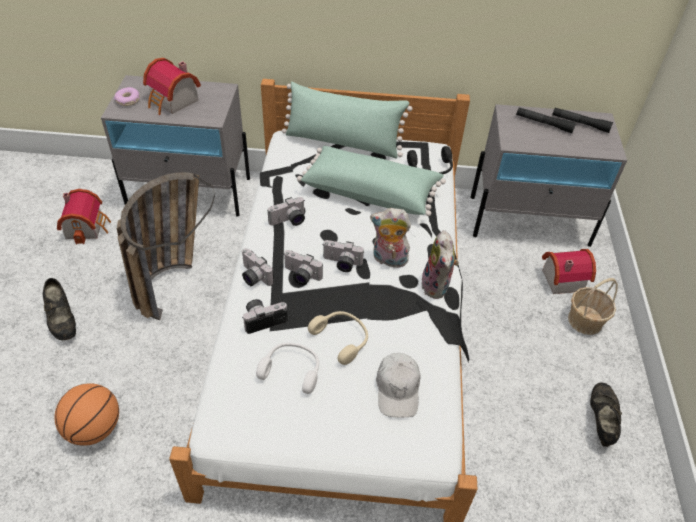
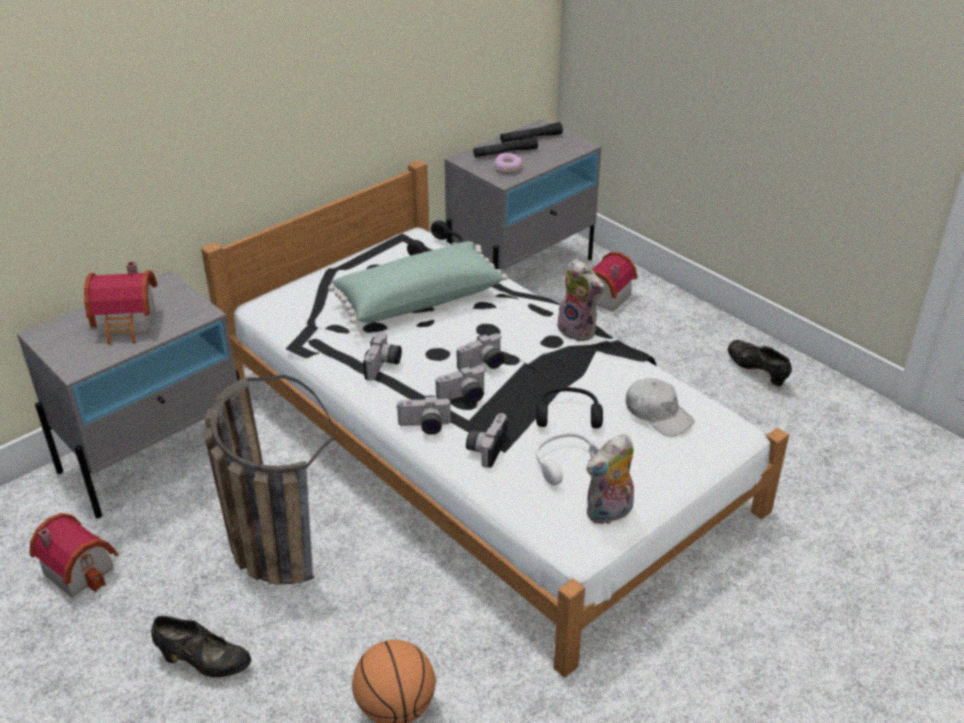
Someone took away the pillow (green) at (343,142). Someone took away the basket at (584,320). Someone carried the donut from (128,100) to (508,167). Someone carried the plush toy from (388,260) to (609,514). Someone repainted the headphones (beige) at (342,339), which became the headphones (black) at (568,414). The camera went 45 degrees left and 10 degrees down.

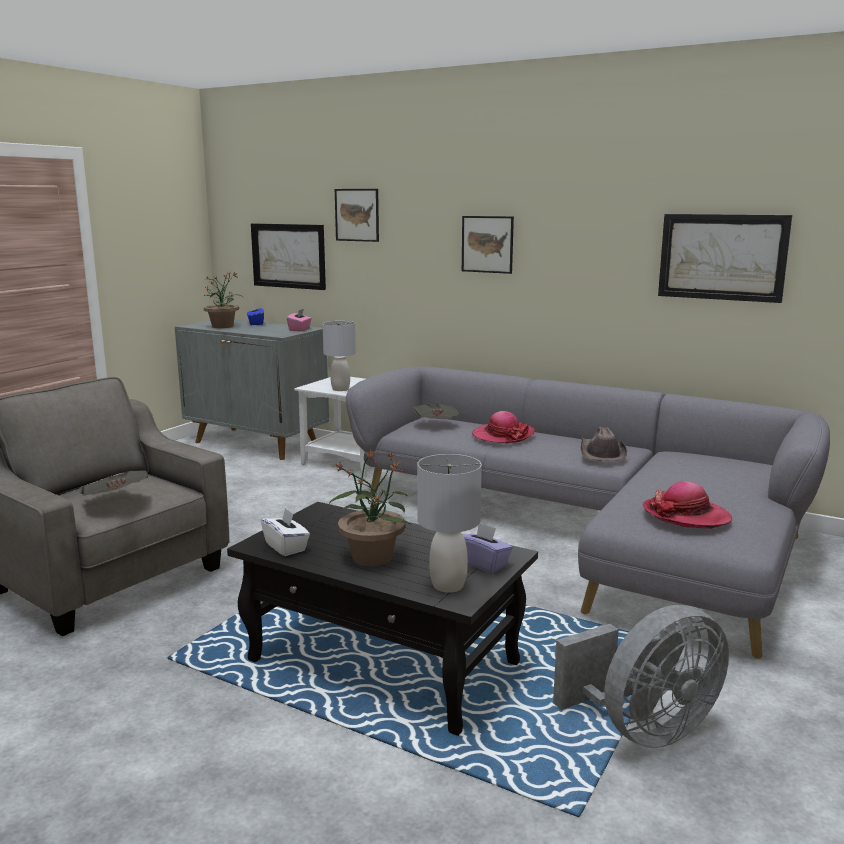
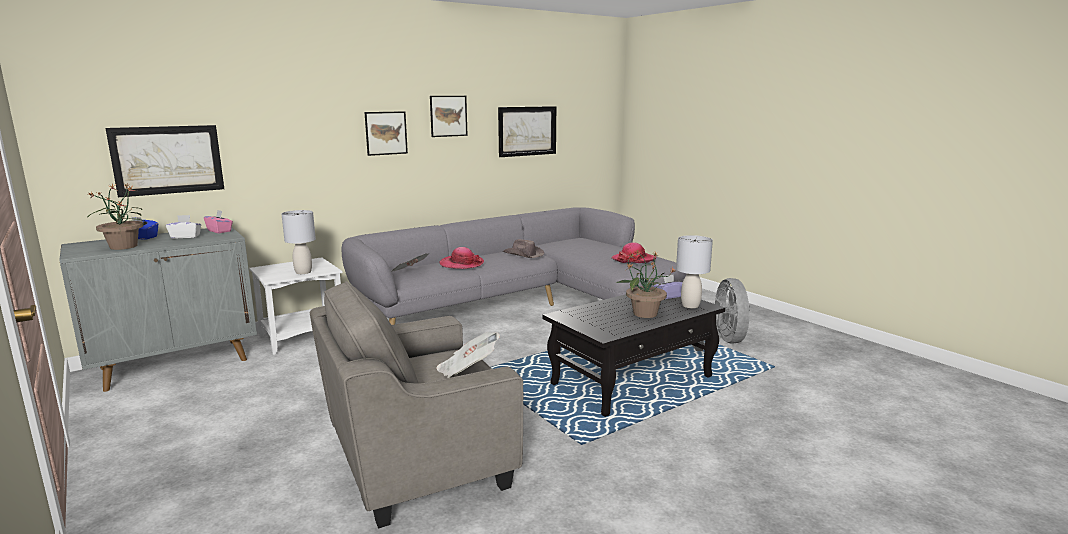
Someone carried the tissue box (white) from (286,547) to (185,237). Someone carried the picture from (357,215) to (448,116). The camera went 65 degrees left and 0 degrees up.

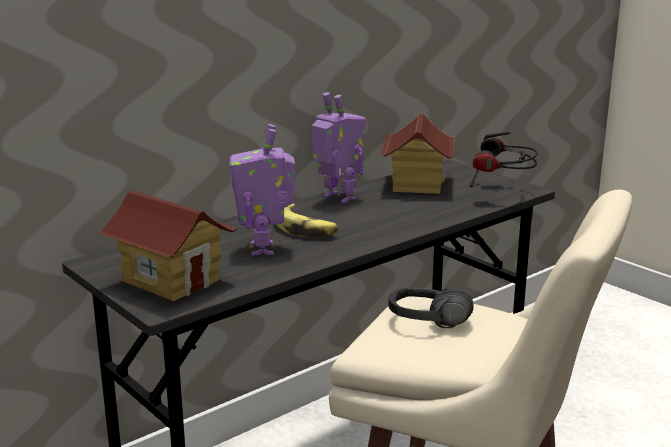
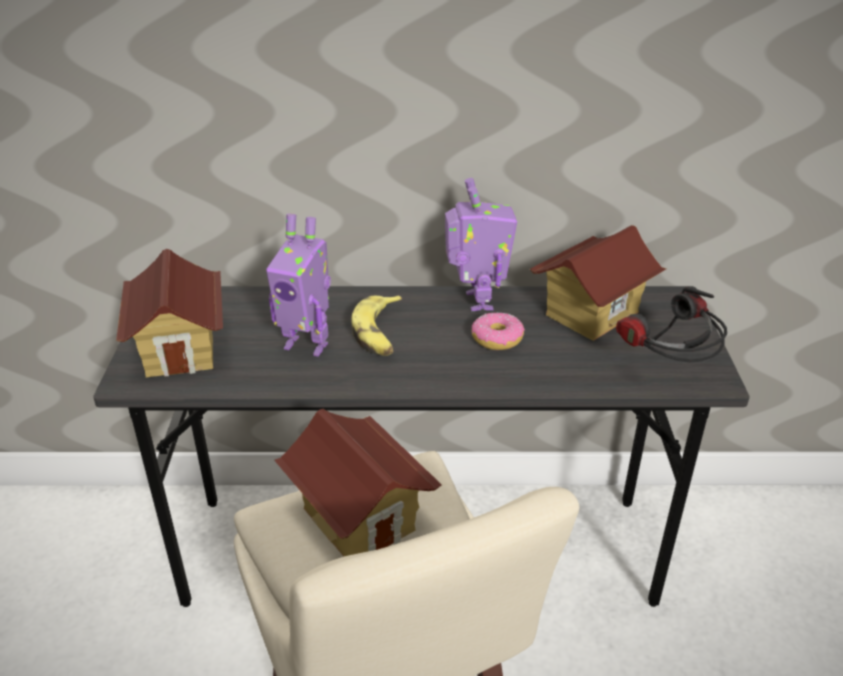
Someone put down the donut at (497,338). Someone swapped the headphones (black) at (428,326) for the toy house at (359,519). Someone rotated the toy robot at (264,248) by 105 degrees counterclockwise. The camera went 40 degrees right and 15 degrees up.

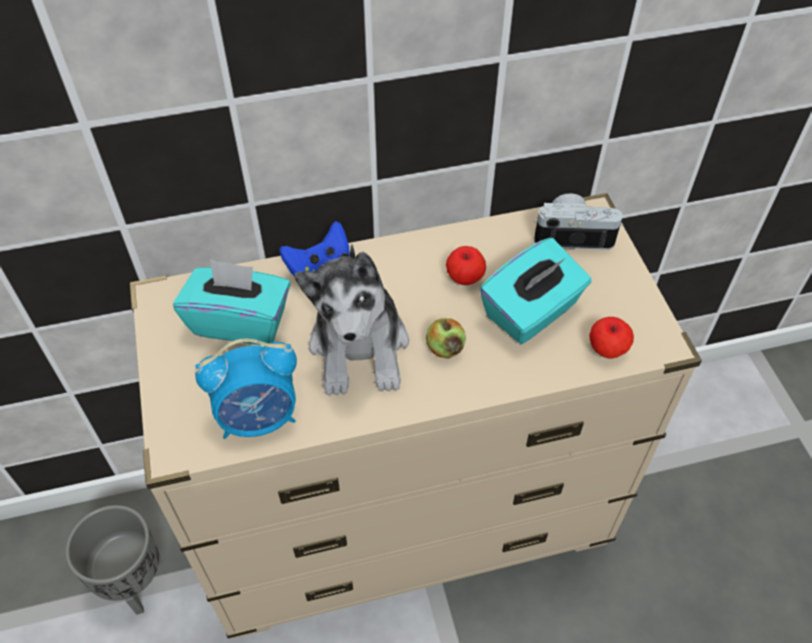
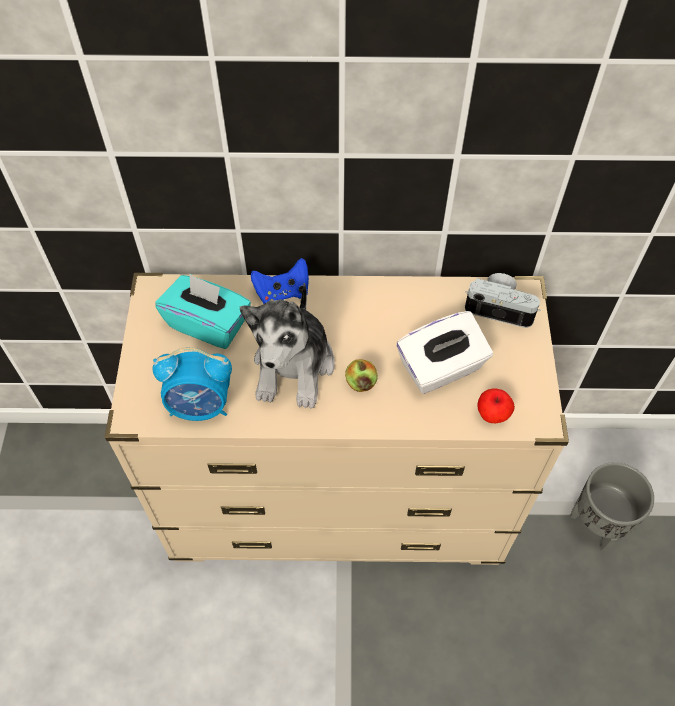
Someone took away the apple at (465,277). Someone carried the planter (grey) from (135,582) to (597,524). Someone repainted the tissue box (turquoise) at (531,312), which became the tissue box (white) at (441,368). The camera went 15 degrees right and 5 degrees up.

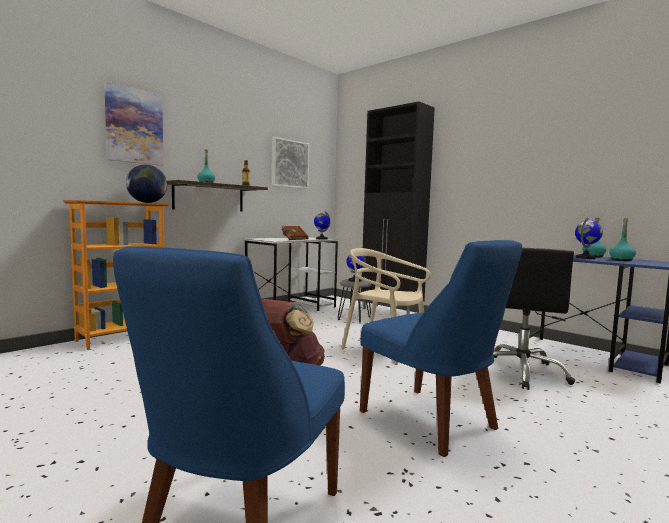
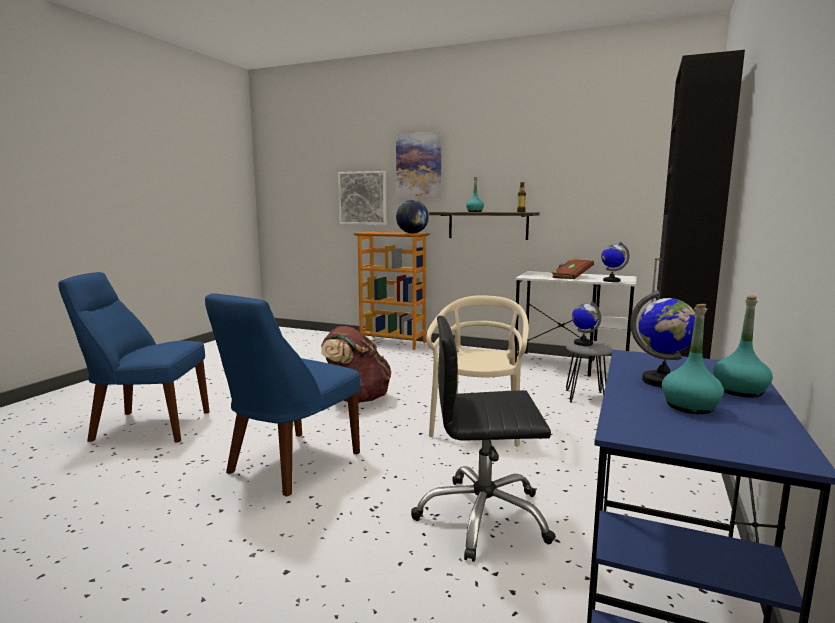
Someone carried the picture from (290,164) to (363,198). The camera went 70 degrees right and 5 degrees up.

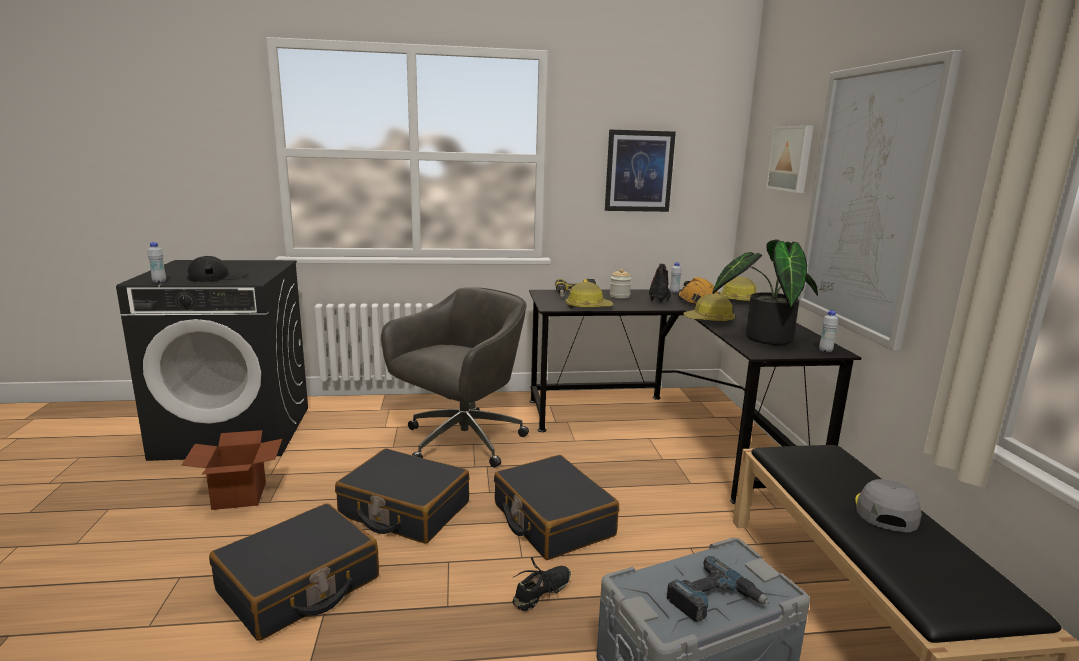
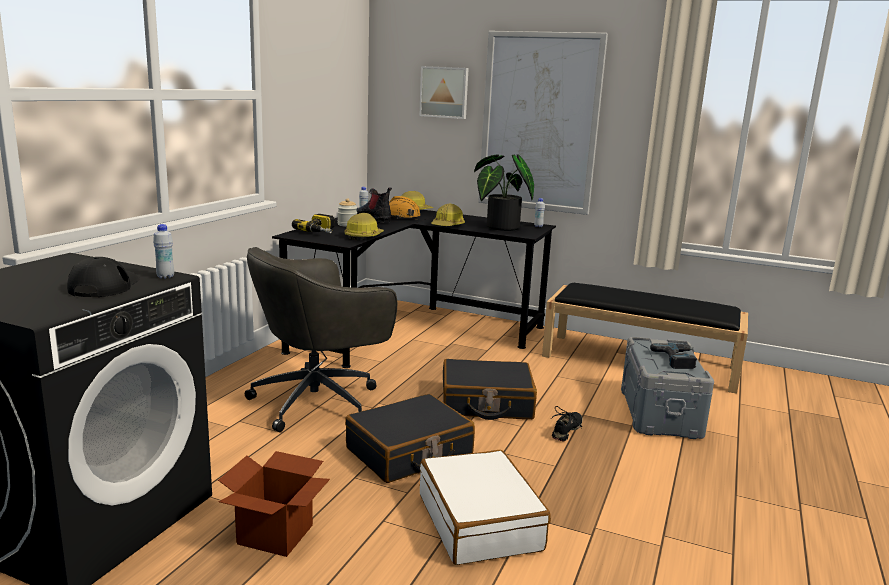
Someone took away the picture at (639,171). Someone took away the cap (grey) at (885,511). Someone carried the bottle (white) from (159,282) to (165,277). Someone repainted the suitcase (black) at (299,585), which became the suitcase (white) at (480,522). Someone rotated the office chair (grey) at (461,442) by 105 degrees counterclockwise. Someone rotated the shoe (black) at (542,593) by 45 degrees clockwise. The camera went 60 degrees left and 0 degrees up.

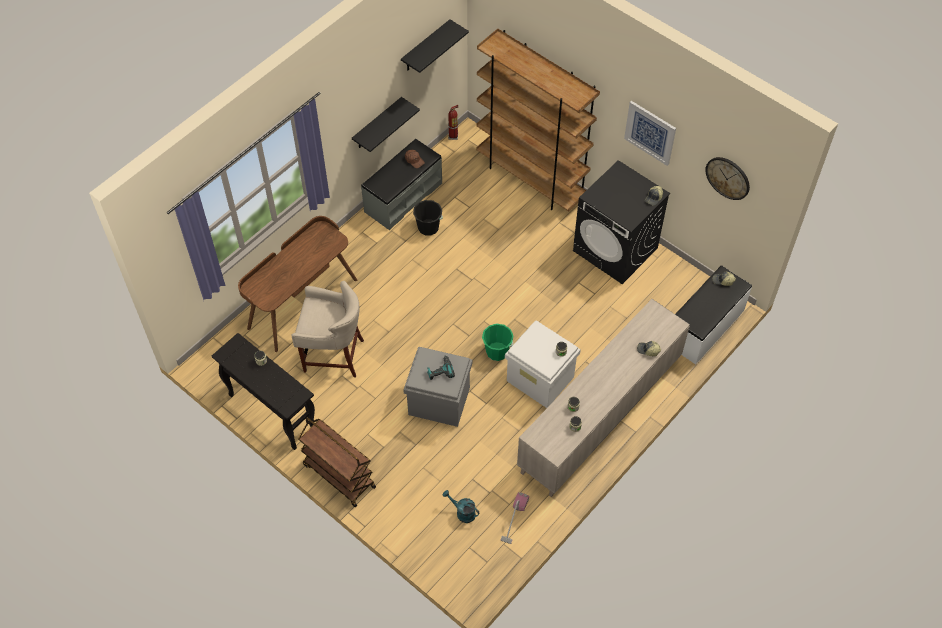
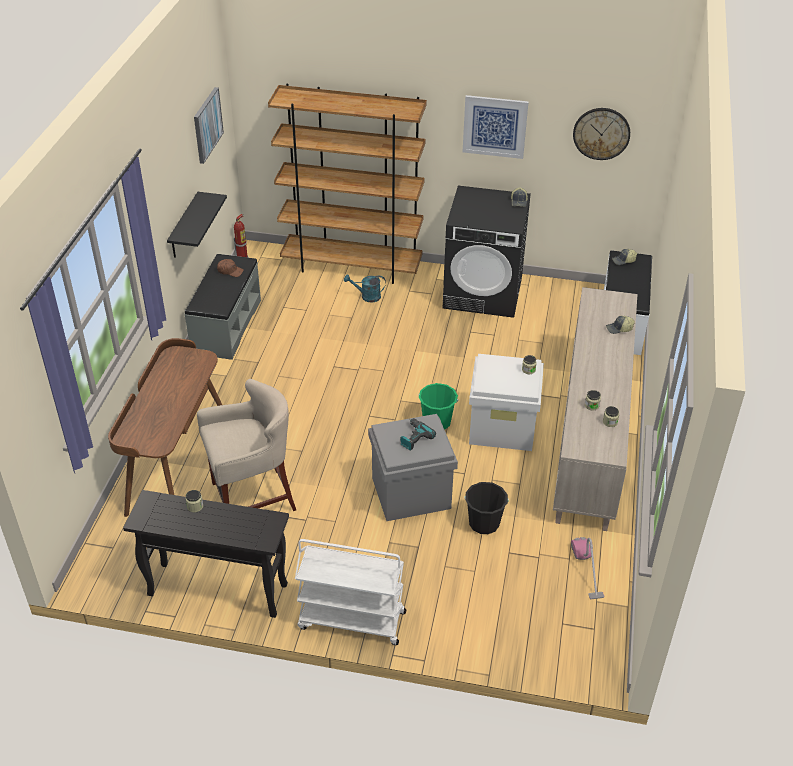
Someone carried the bucket (black) from (428,227) to (484,523). Someone carried the watering can (turquoise) from (462,512) to (367,296). Someone swapped the shelf (black) at (425,46) for the picture at (207,125). Someone repainted the cart (brown) at (338,476), which became the cart (white) at (351,620). The camera went 30 degrees left and 15 degrees down.

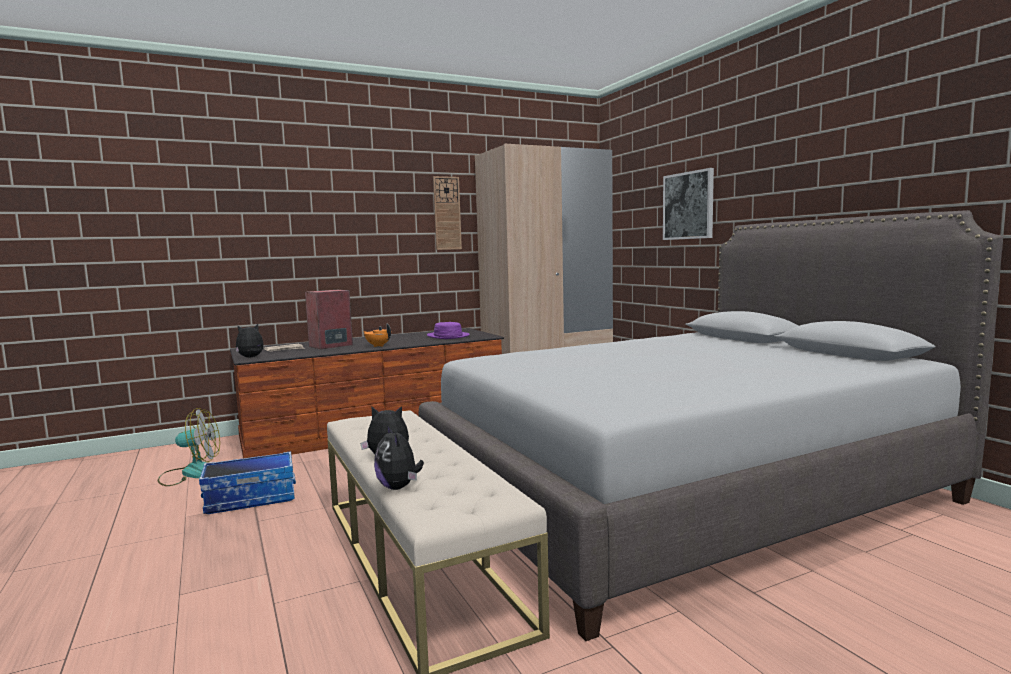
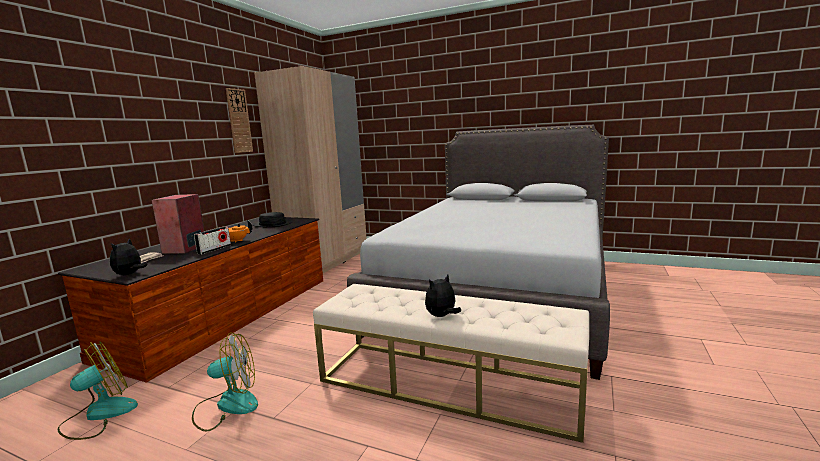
Someone took away the plush toy at (399,487). Someone took away the picture at (688,205). Someone put down the radio at (214,249). Someone swapped the storage box at (251,498) for the fan at (227,405). Someone repainted the hat (purple) at (448,336), which became the hat (black) at (272,224). The camera went 40 degrees left and 5 degrees up.

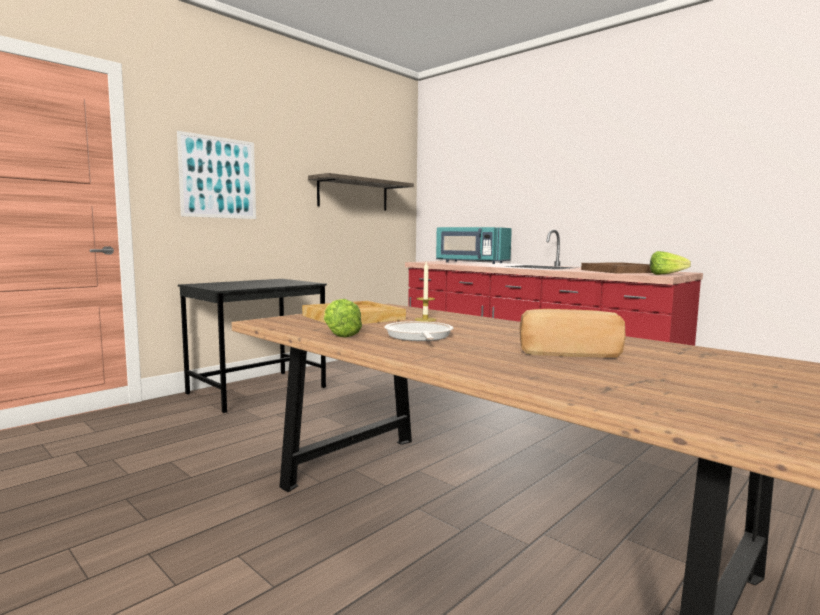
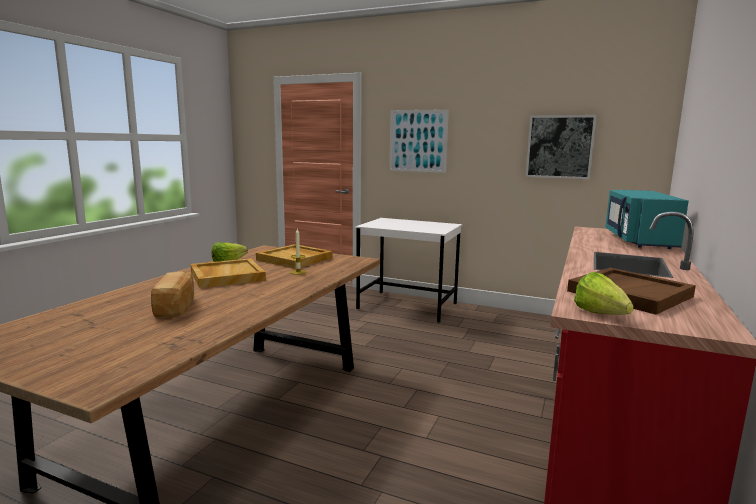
Someone swapped the shelf at (353,194) for the picture at (559,147). Someone swapped the frying pan at (418,336) for the tray (beige) at (226,276). Someone repainted the desk (black) at (257,390), which became the desk (white) at (408,306). The camera went 70 degrees right and 5 degrees up.

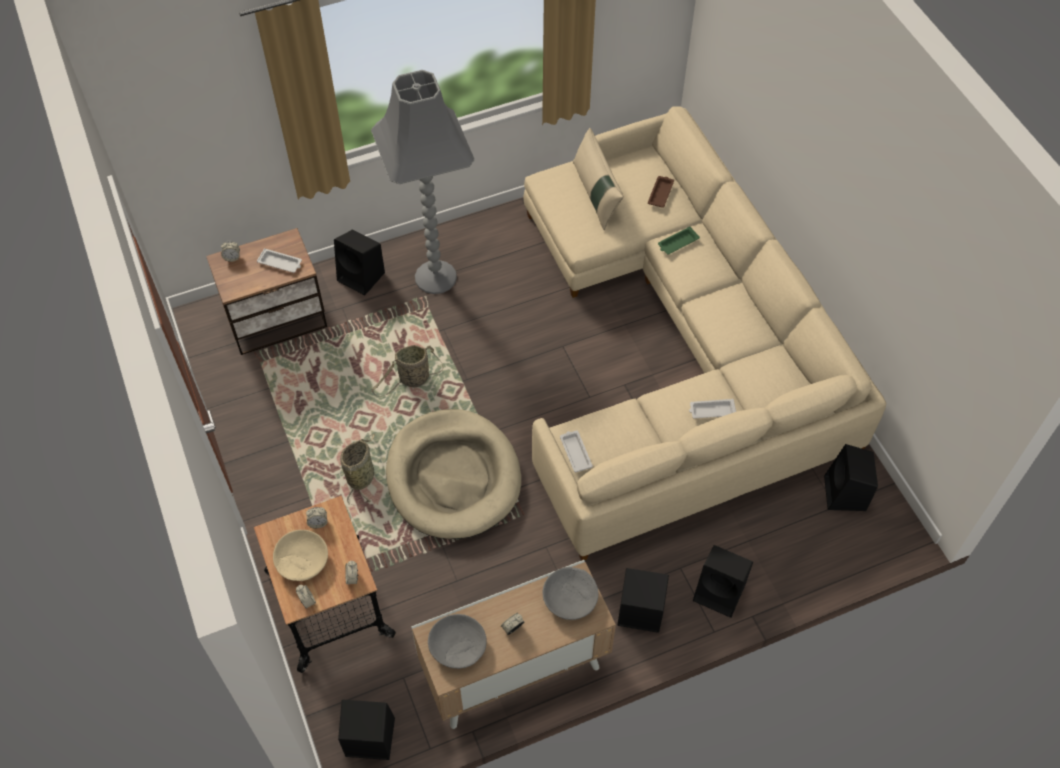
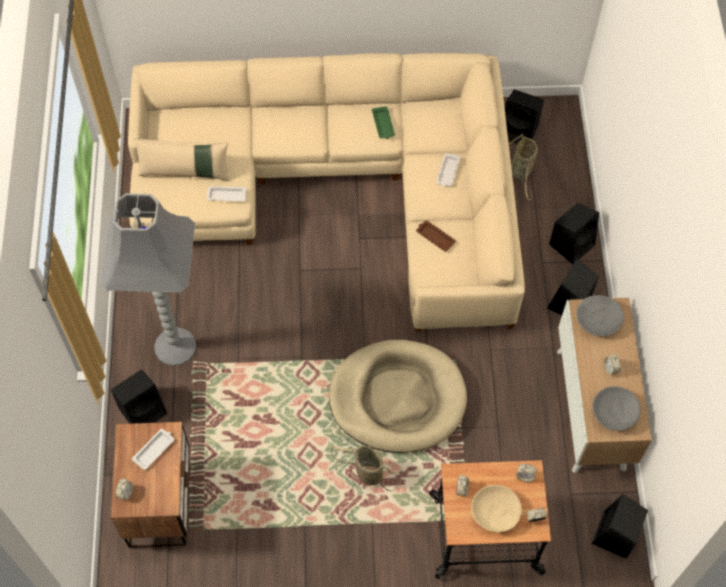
Someone carried the basket from (412,380) to (521,172). Someone carried the tray (white) from (575,452) to (226,195). Someone carried the tray (brown) from (660,193) to (434,237). Someone carried the tray (green) from (677,243) to (383,125). The camera went 70 degrees left and 5 degrees up.

